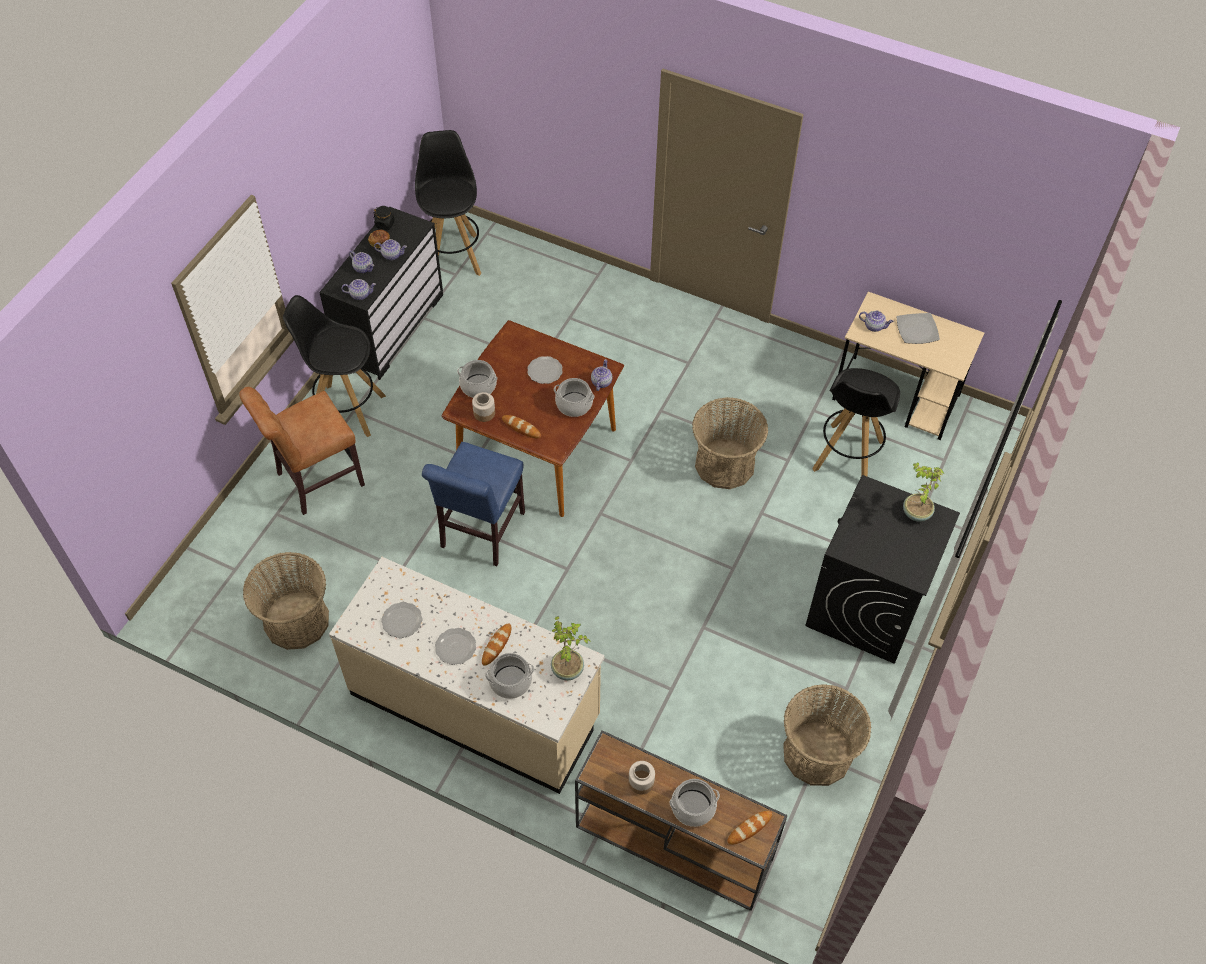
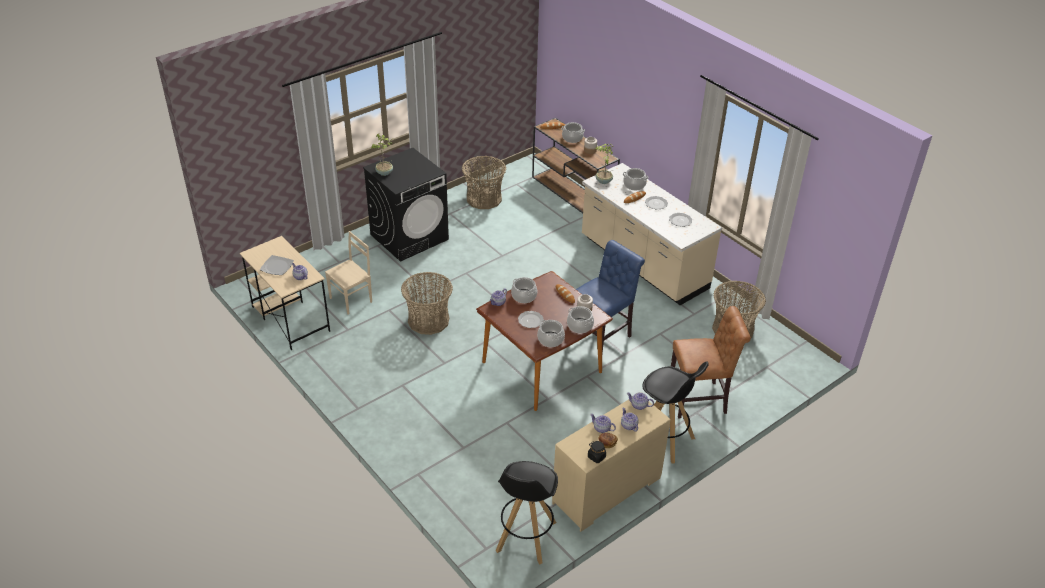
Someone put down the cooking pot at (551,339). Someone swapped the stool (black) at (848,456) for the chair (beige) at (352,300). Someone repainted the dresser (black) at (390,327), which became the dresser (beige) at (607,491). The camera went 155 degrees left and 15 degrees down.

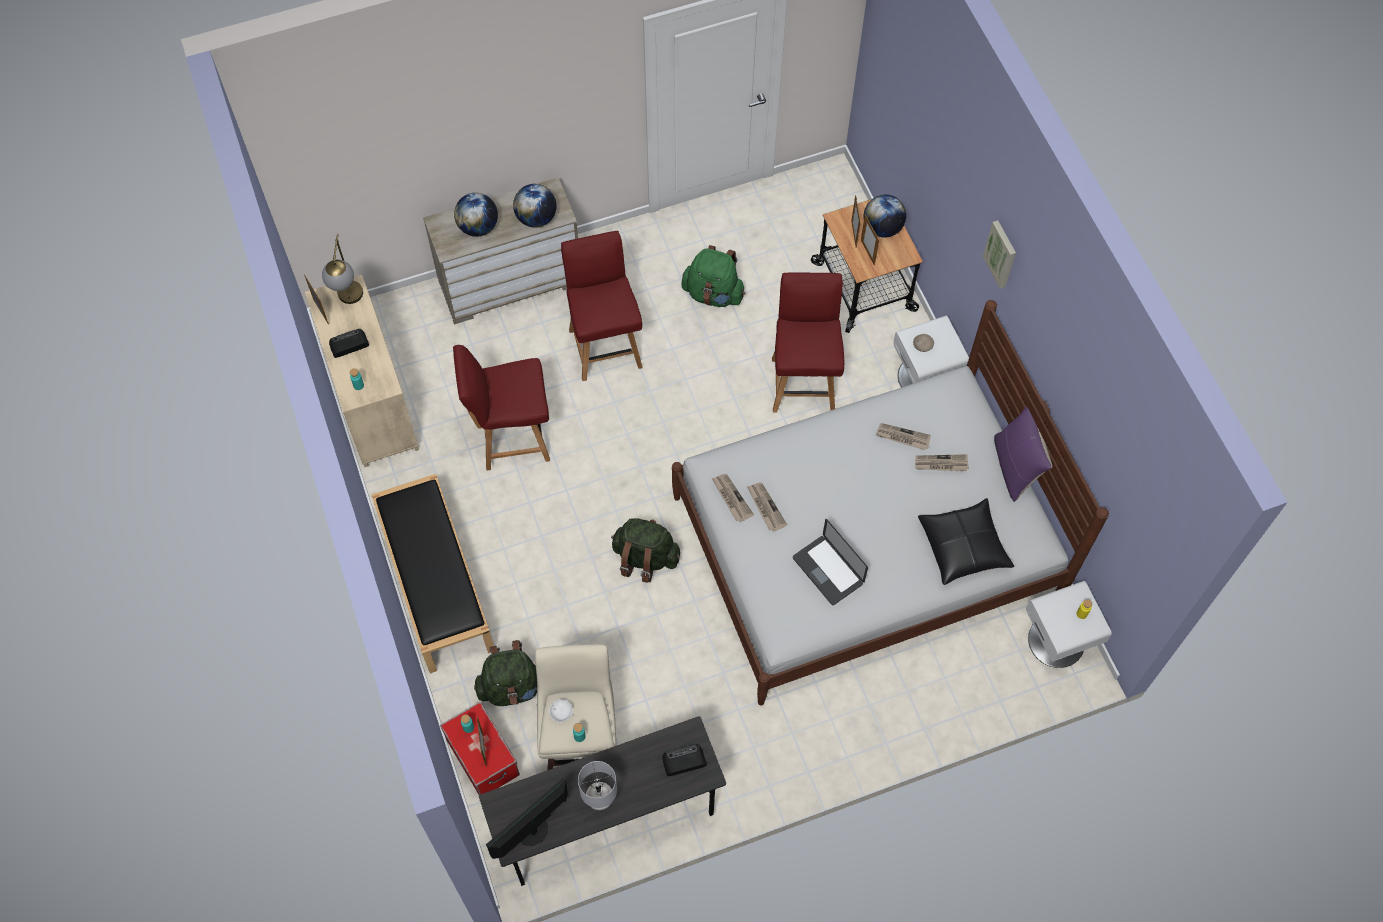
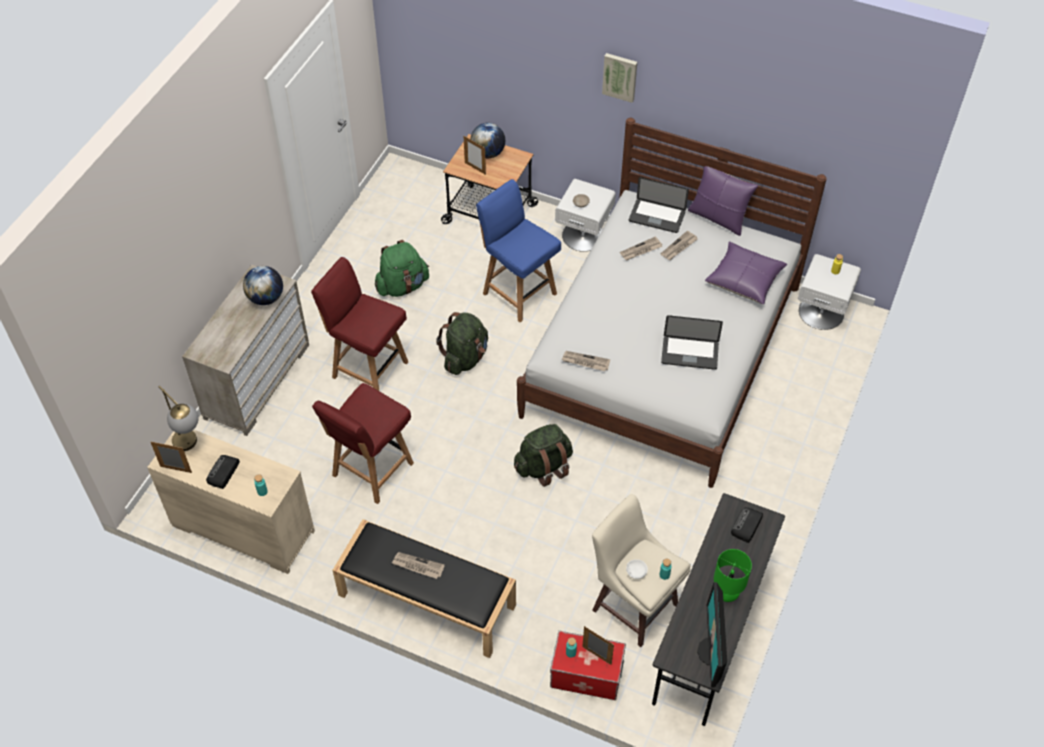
Someone took away the globe at (478,227). Someone took away the picture frame at (867,252). Someone put down the laptop at (656,217). Someone carried the backpack (green) from (512,687) to (465,358). Someone carried the newspaper from (765,507) to (417,566). Someone repainted the table lamp (grey) at (599,799), which became the table lamp (green) at (726,594). Someone repainted the chair (red) at (803,383), which became the chair (blue) at (518,292). Someone repainted the pillow (black) at (963,546), which became the pillow (purple) at (744,279). The camera went 45 degrees left and 10 degrees down.

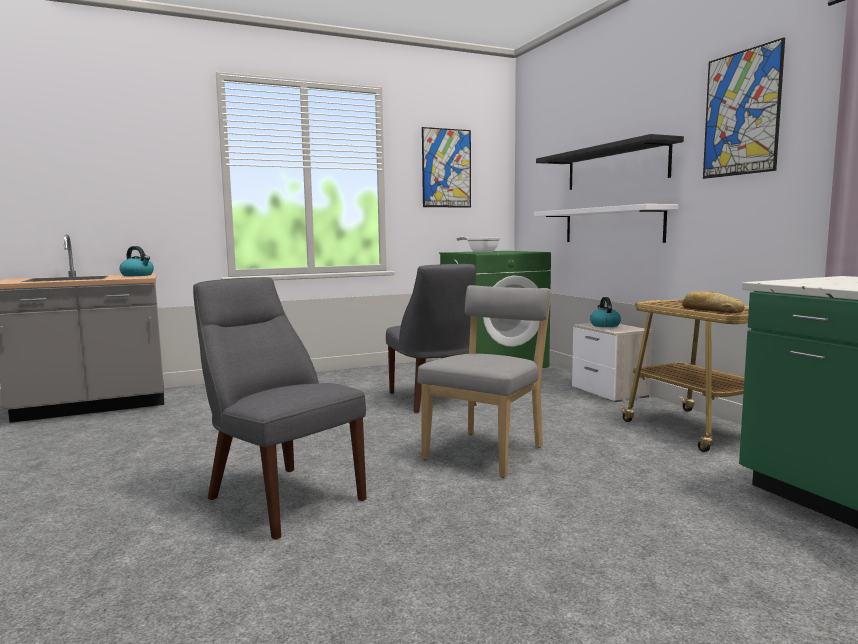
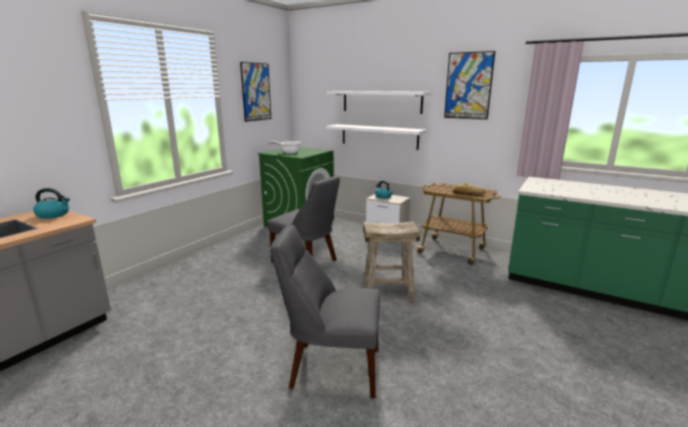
Someone swapped the chair (grey) at (488,451) for the stool (beige) at (388,293). Someone repainted the shelf (black) at (615,167), which became the shelf (white) at (381,101). The camera went 35 degrees left and 10 degrees up.

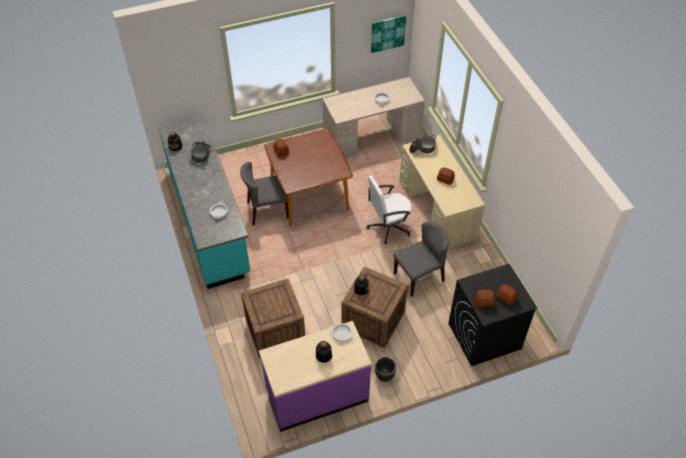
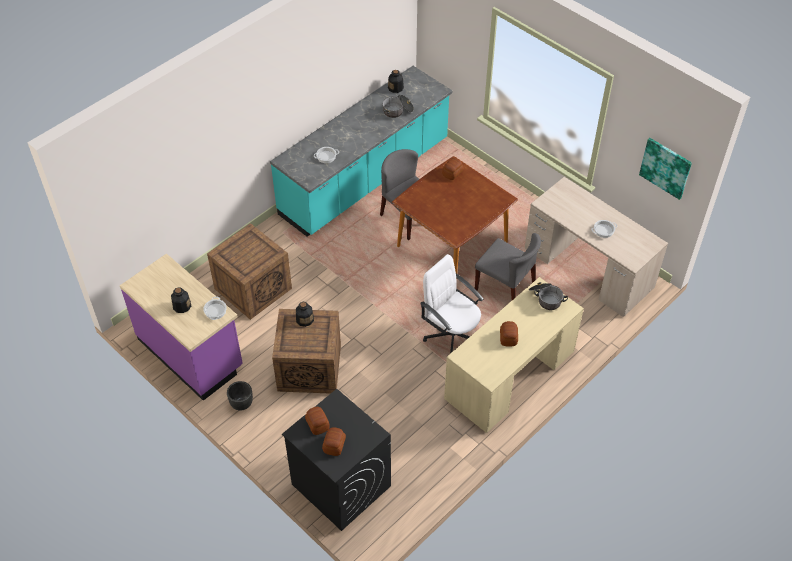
Someone carried the chair (grey) from (419,276) to (505,288). The camera went 65 degrees right and 0 degrees up.

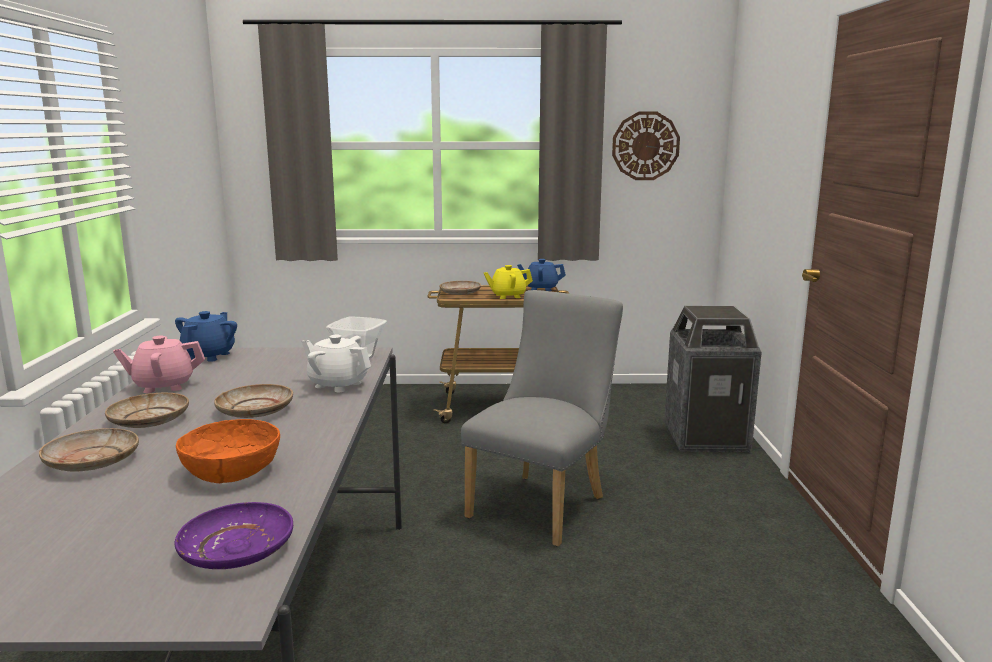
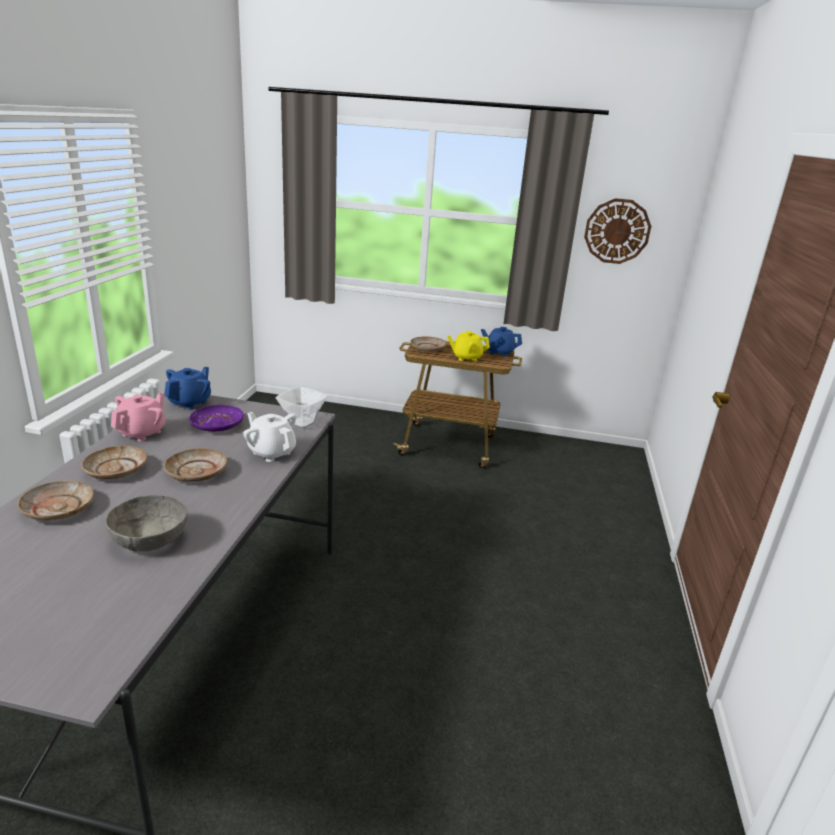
Someone took away the chair (grey) at (543,504). Someone took away the trash can at (706,438). Someone carried the plate (purple) from (237,549) to (217,425). Someone repainted the bowl (orange) at (231,472), which became the bowl (grey) at (149,539). Someone rotated the teapot (pink) at (163,386) by 120 degrees clockwise. The camera went 10 degrees right and 10 degrees up.

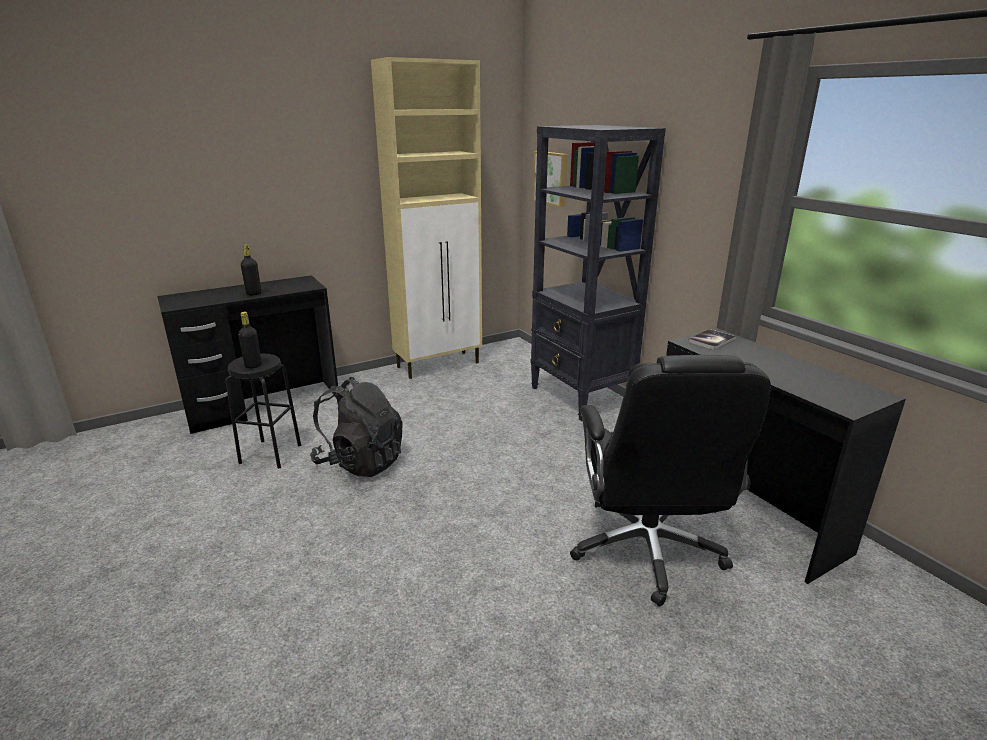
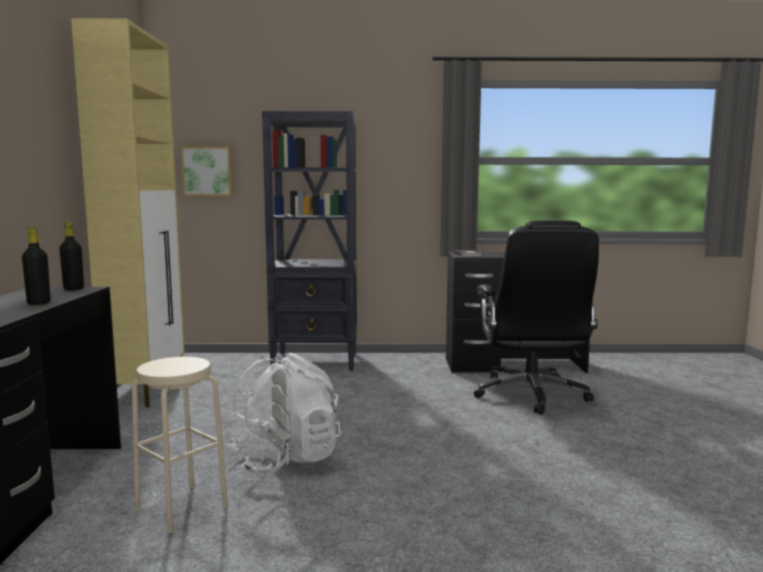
Someone carried the bottle (black) from (253,365) to (73,289). Someone repainted the stool (black) at (270,454), which became the stool (beige) at (182,507). Someone repainted the backpack (black) at (360,462), which became the backpack (white) at (286,459). Someone rotated the office chair (black) at (647,550) by 60 degrees clockwise. The camera went 60 degrees left and 15 degrees down.

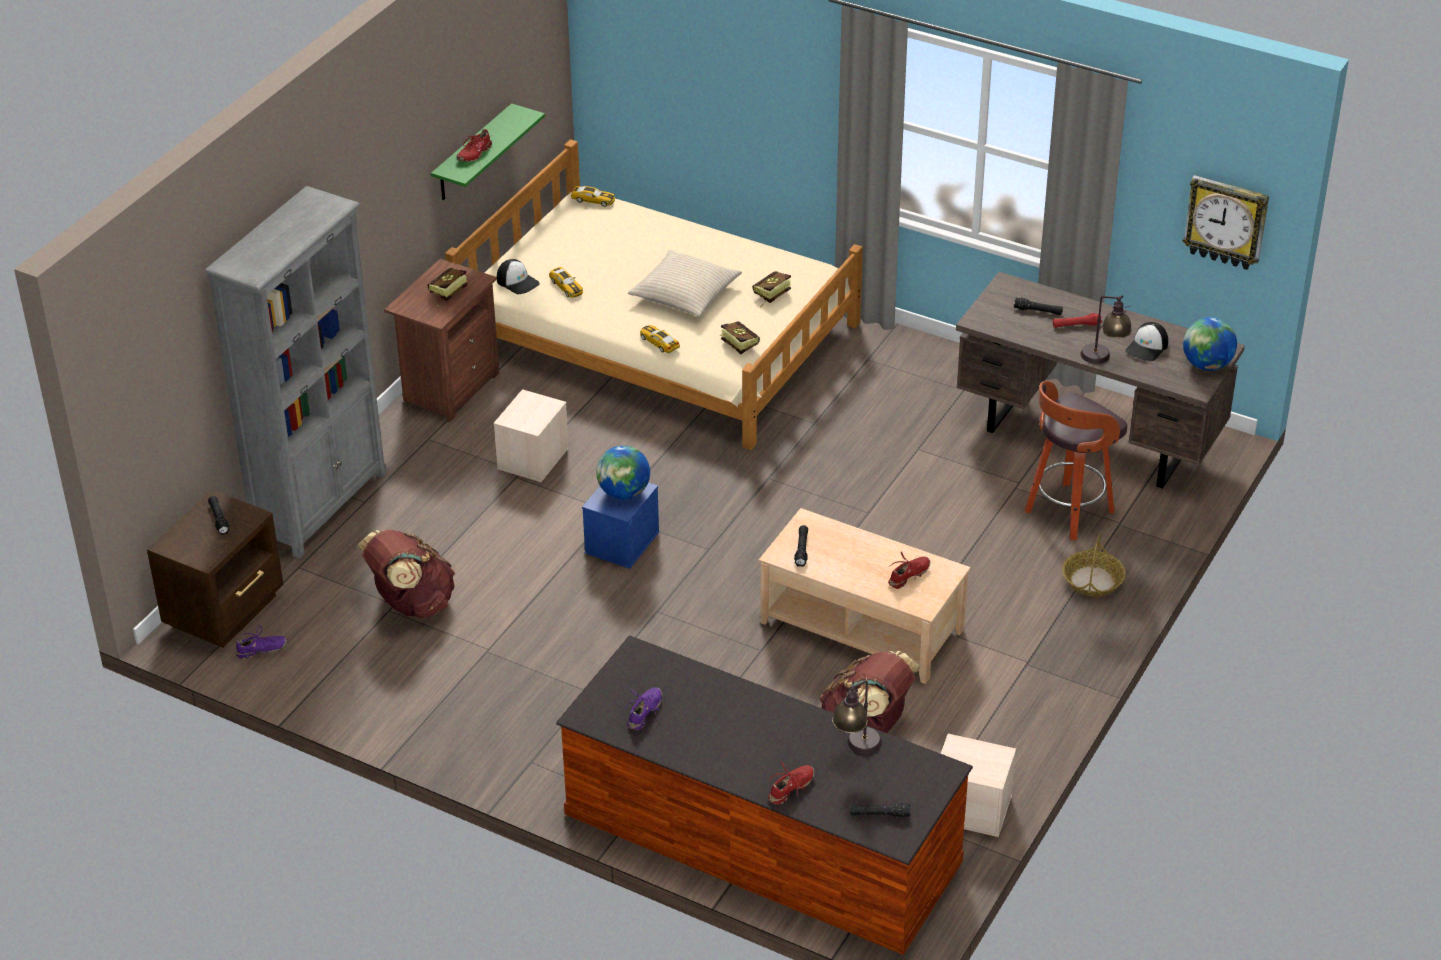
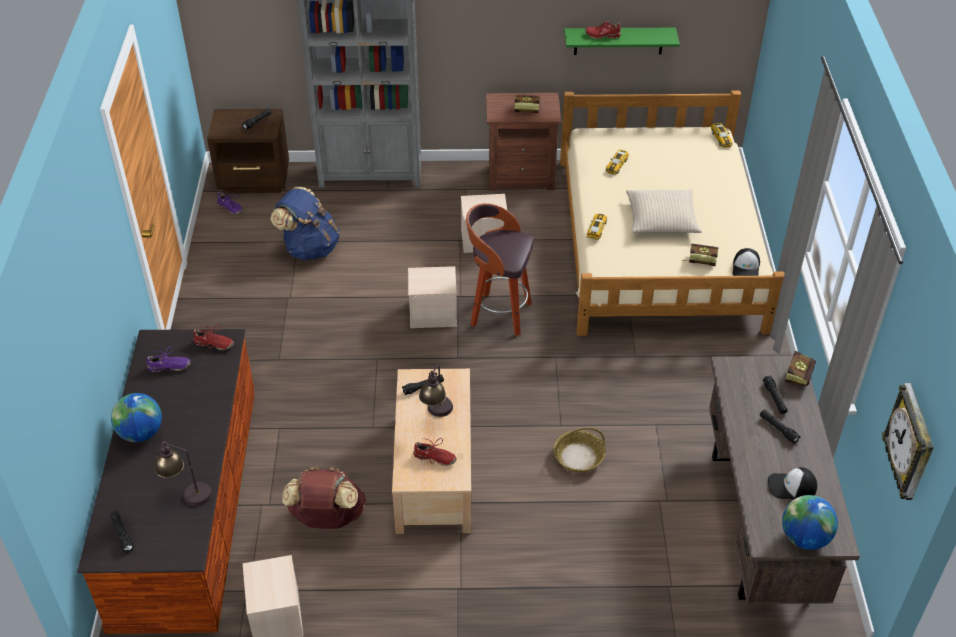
Someone carried the cap from (517,282) to (746,268). Someone carried the globe from (624,493) to (141,433). Someone carried the book from (737,343) to (799,374). Someone carried the shoe (red) from (791,789) to (214,344). Someone carried the stool from (1067,513) to (499,314). Someone carried the basket from (1092,581) to (578,457). Someone carried the table lamp from (1104,360) to (437,414). Someone repainted the backpack (brown) at (411,603), which became the backpack (blue) at (310,248). Someone repainted the storage box (blue) at (621,541), which became the storage box (beige) at (434,313). Someone repainted the flashlight (red) at (1076,325), which became the flashlight (black) at (778,429). The camera went 60 degrees right and 5 degrees up.

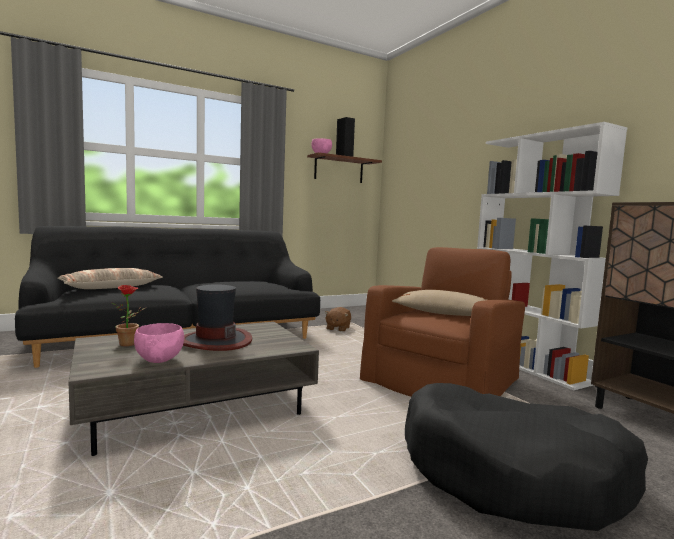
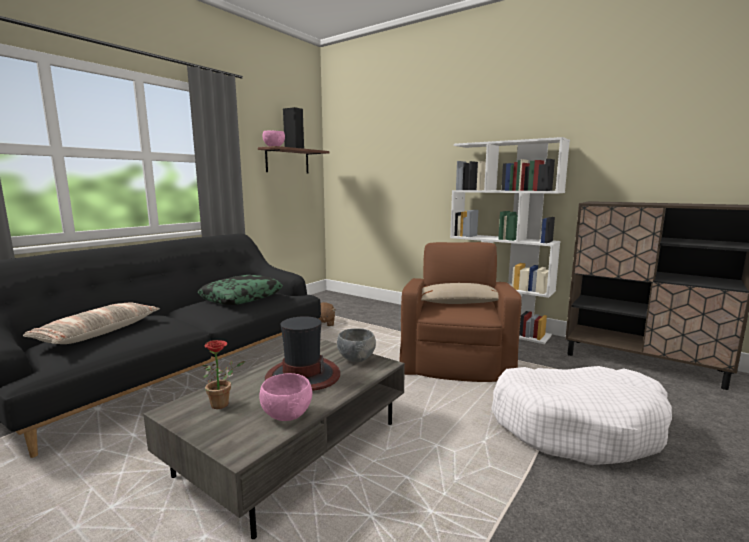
Someone put down the pillow at (242,297). Someone put down the bowl (grey) at (356,359). Someone repainted the dog bed (black) at (511,474), which became the dog bed (white) at (577,426). The camera went 25 degrees left and 5 degrees up.

